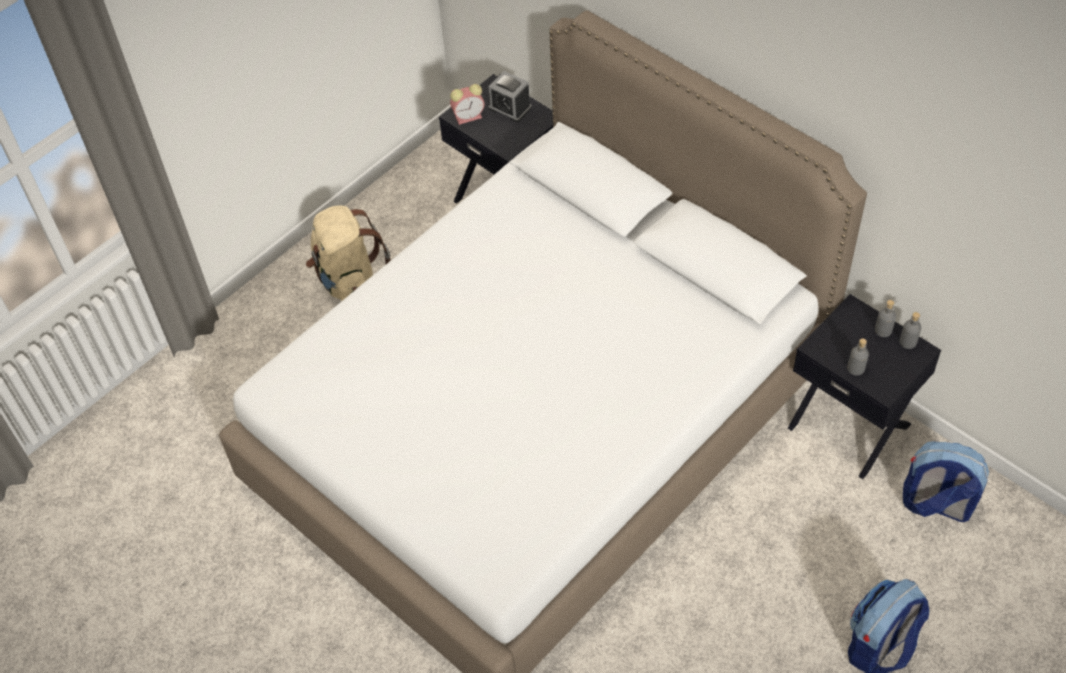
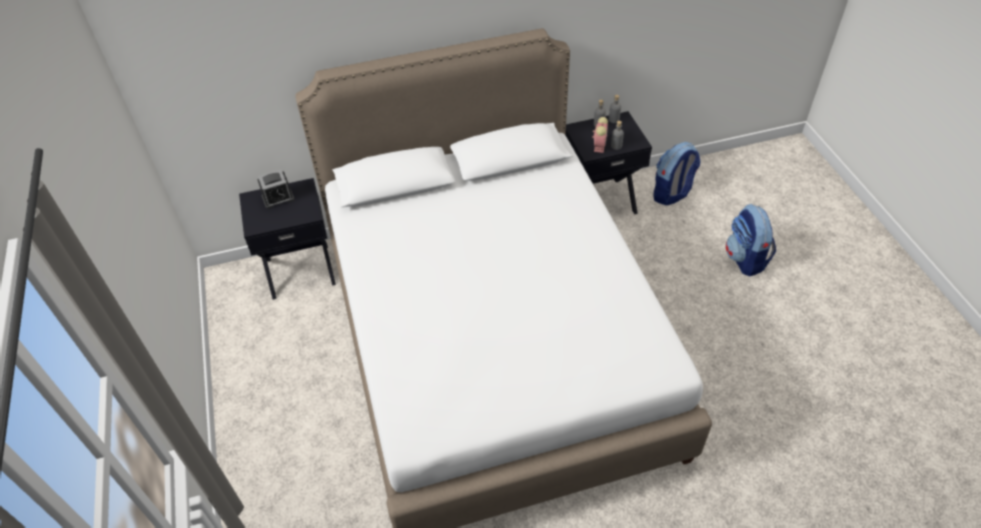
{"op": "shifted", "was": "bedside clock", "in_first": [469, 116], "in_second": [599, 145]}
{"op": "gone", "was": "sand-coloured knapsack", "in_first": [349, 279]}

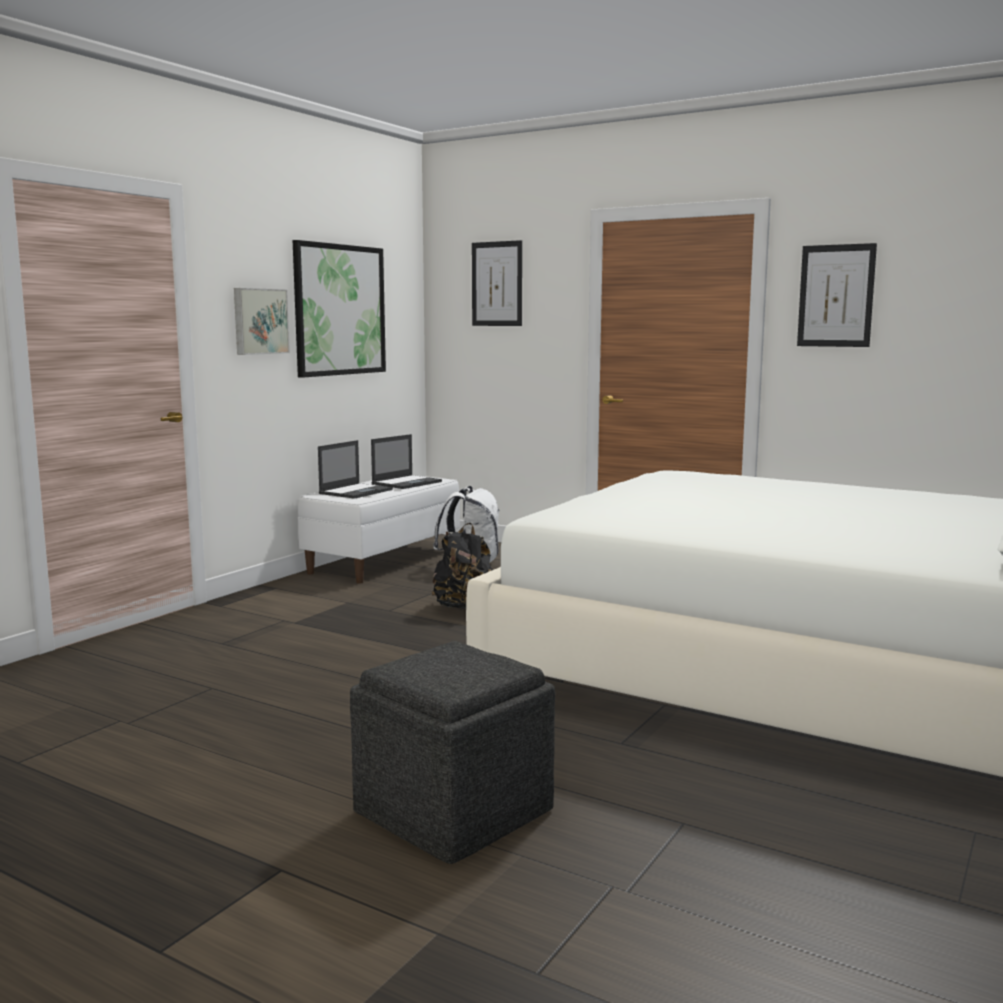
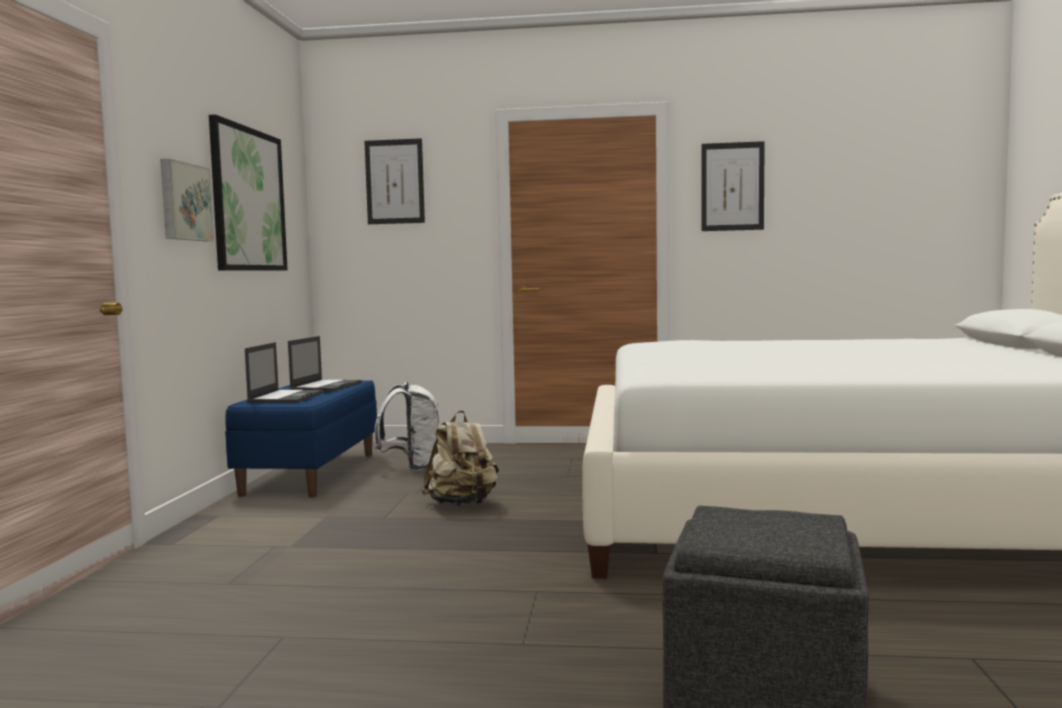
{"op": "repainted", "was": "white-coloured long seat", "now": "blue-coloured long seat", "in_first": [383, 561], "in_second": [310, 473]}
{"op": "repainted", "was": "black knapsack", "now": "sand-coloured knapsack", "in_first": [464, 609], "in_second": [462, 504]}

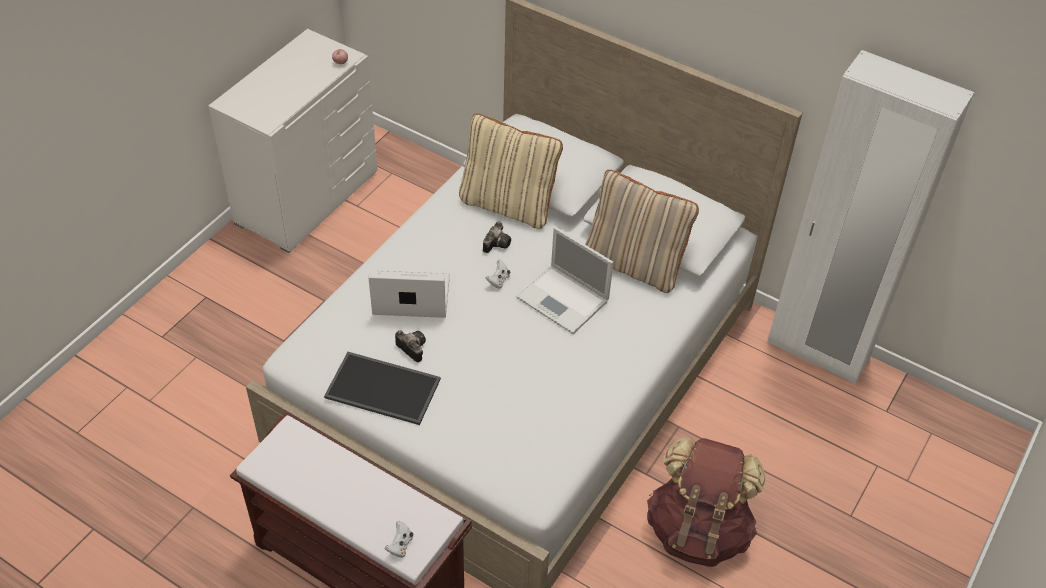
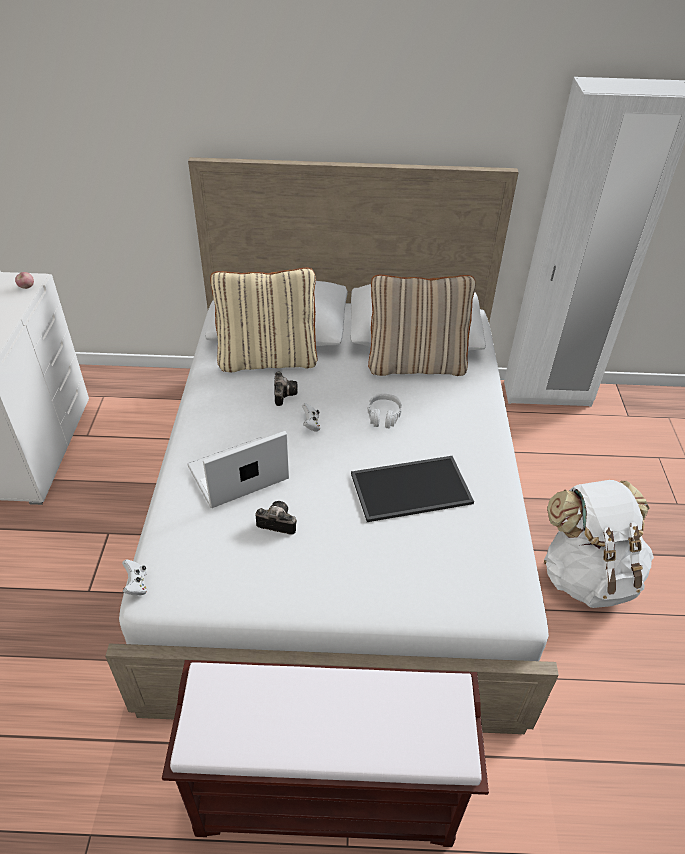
{"op": "swapped", "was": "notebook computer", "now": "gray pair of headphones", "in_first": [564, 300], "in_second": [383, 416]}
{"op": "shifted", "was": "tray", "in_first": [384, 387], "in_second": [411, 487]}
{"op": "repainted", "was": "brown-coloured knapsack", "now": "white-coloured knapsack", "in_first": [698, 530], "in_second": [587, 575]}
{"op": "shifted", "was": "white-coloured gamepad", "in_first": [400, 545], "in_second": [136, 585]}

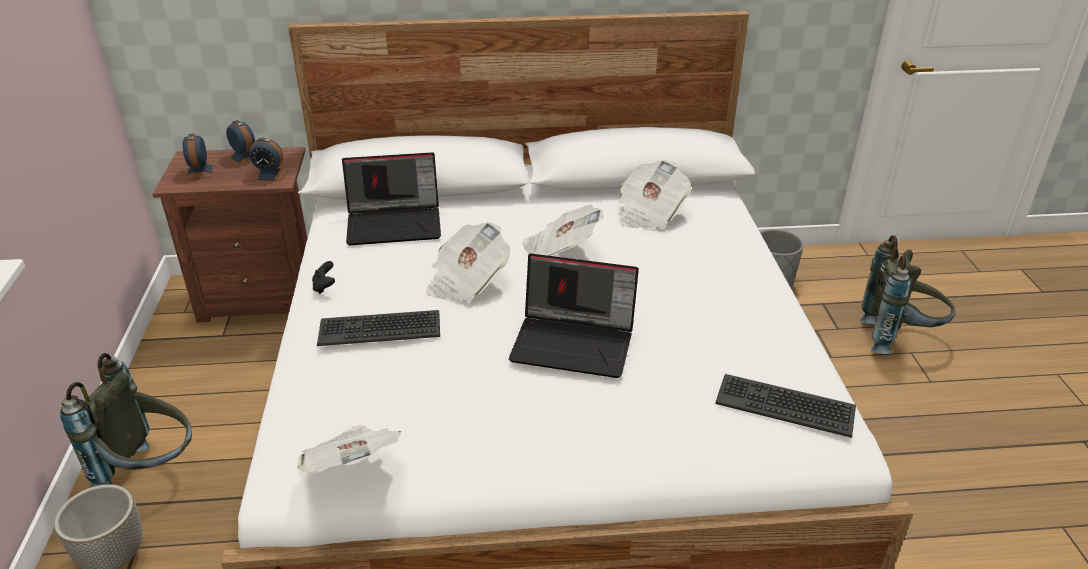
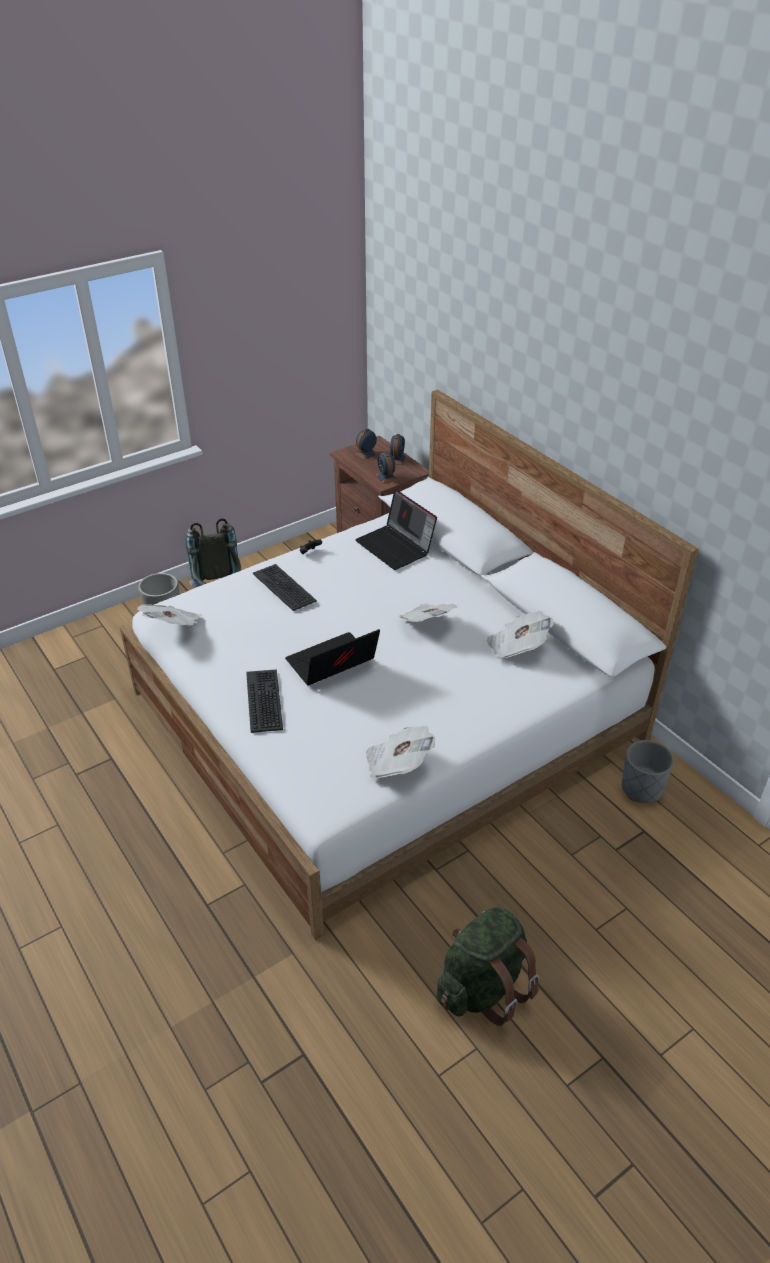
{"op": "shifted", "was": "daily paper", "in_first": [467, 282], "in_second": [397, 764]}
{"op": "gone", "was": "gray knapsack", "in_first": [899, 337]}
{"op": "rotated", "was": "notebook computer", "in_first": [575, 342], "in_second": [331, 664], "clockwise": 75}
{"op": "shifted", "was": "computer keyboard", "in_first": [785, 405], "in_second": [265, 701]}
{"op": "new", "now": "green-coloured knapsack", "in_second": [483, 987]}

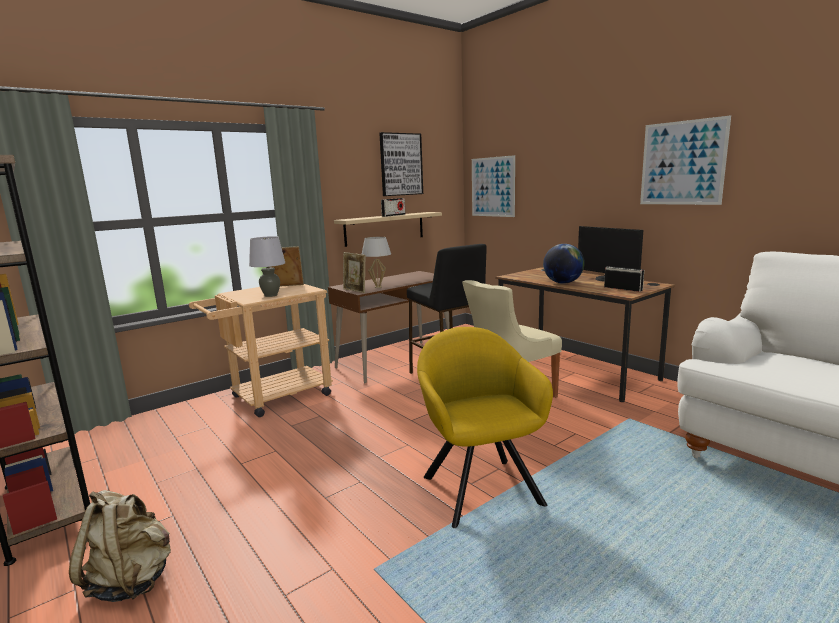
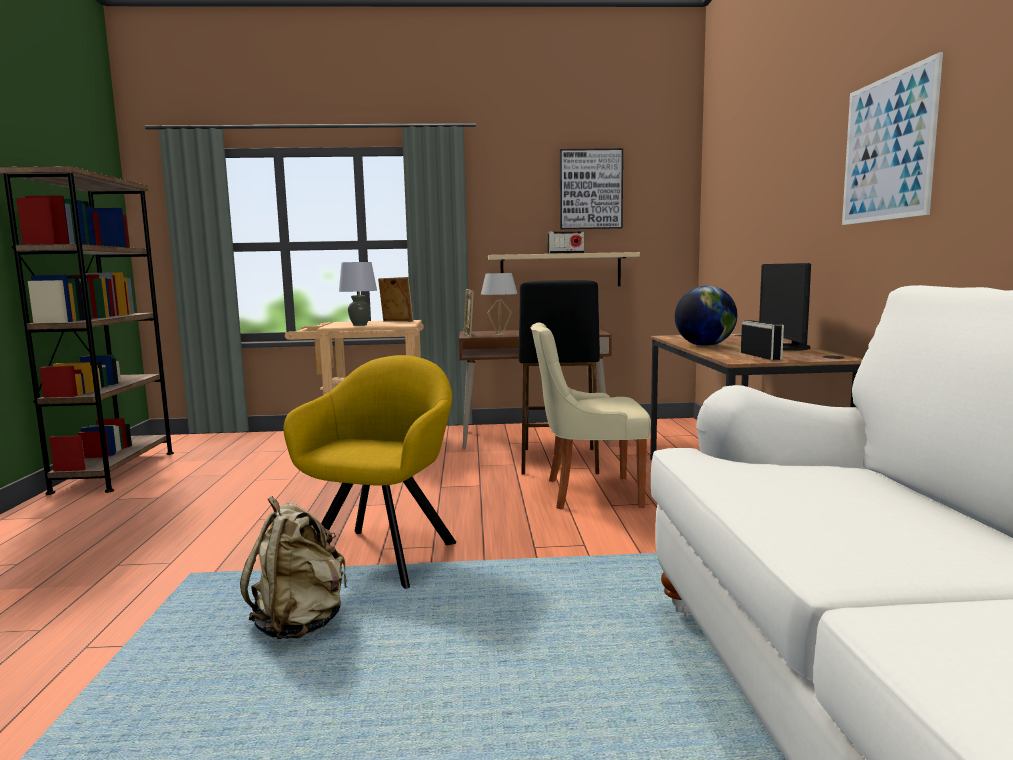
{"op": "gone", "was": "picture", "in_first": [492, 187]}
{"op": "shifted", "was": "sand-coloured knapsack", "in_first": [131, 580], "in_second": [301, 623]}

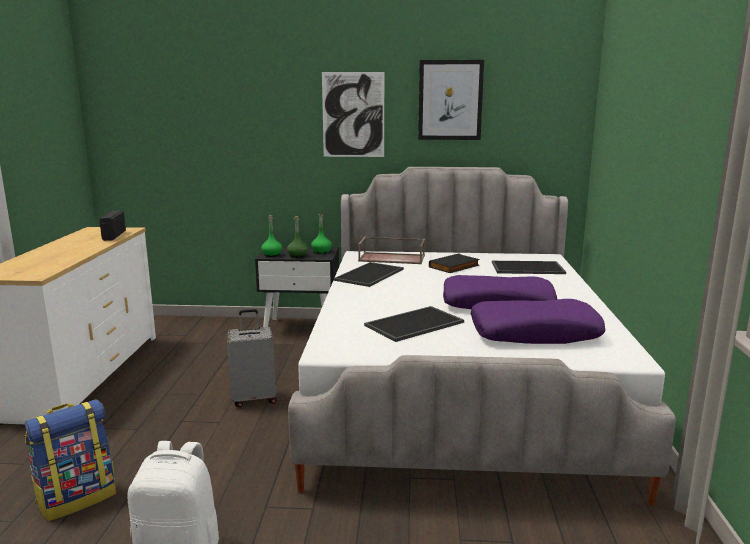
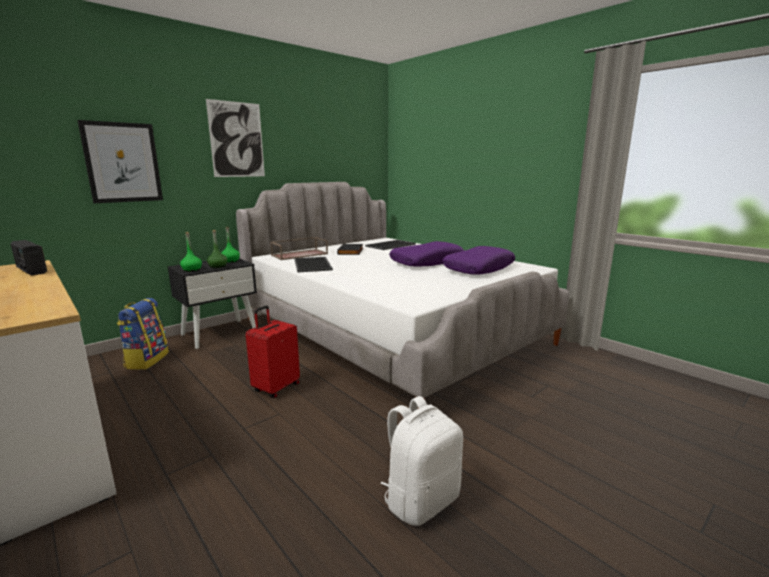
{"op": "shifted", "was": "picture", "in_first": [450, 100], "in_second": [122, 162]}
{"op": "gone", "was": "tray", "in_first": [414, 324]}
{"op": "repainted", "was": "gray piece of luggage", "now": "red-coloured piece of luggage", "in_first": [254, 398], "in_second": [276, 388]}
{"op": "shifted", "was": "knapsack", "in_first": [77, 498], "in_second": [146, 360]}

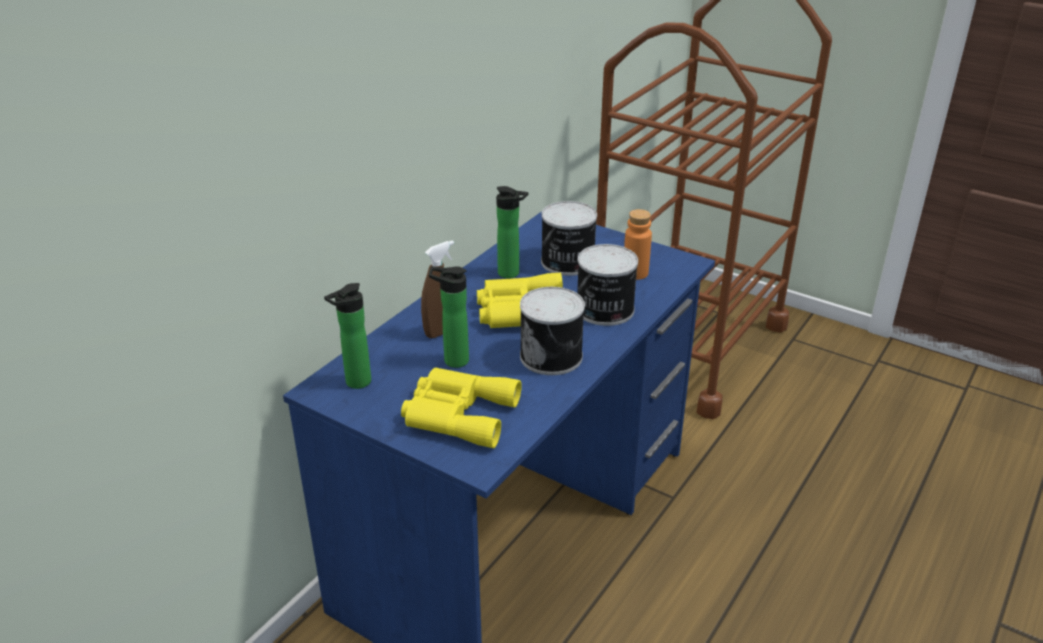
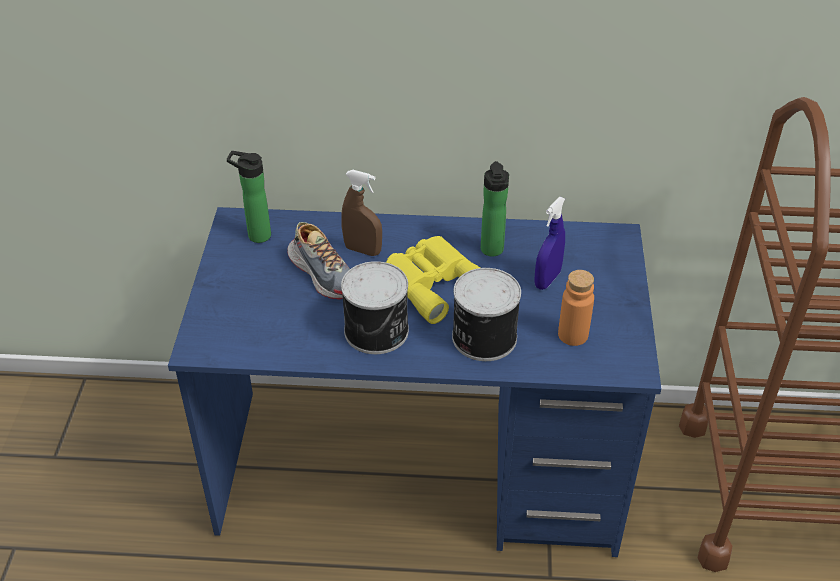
{"op": "swapped", "was": "metal can", "now": "blue-coloured spray bottle", "in_first": [567, 262], "in_second": [547, 279]}
{"op": "swapped", "was": "bottle", "now": "low shoe", "in_first": [452, 360], "in_second": [325, 273]}
{"op": "gone", "was": "yellow-coloured pair of binoculars", "in_first": [457, 413]}

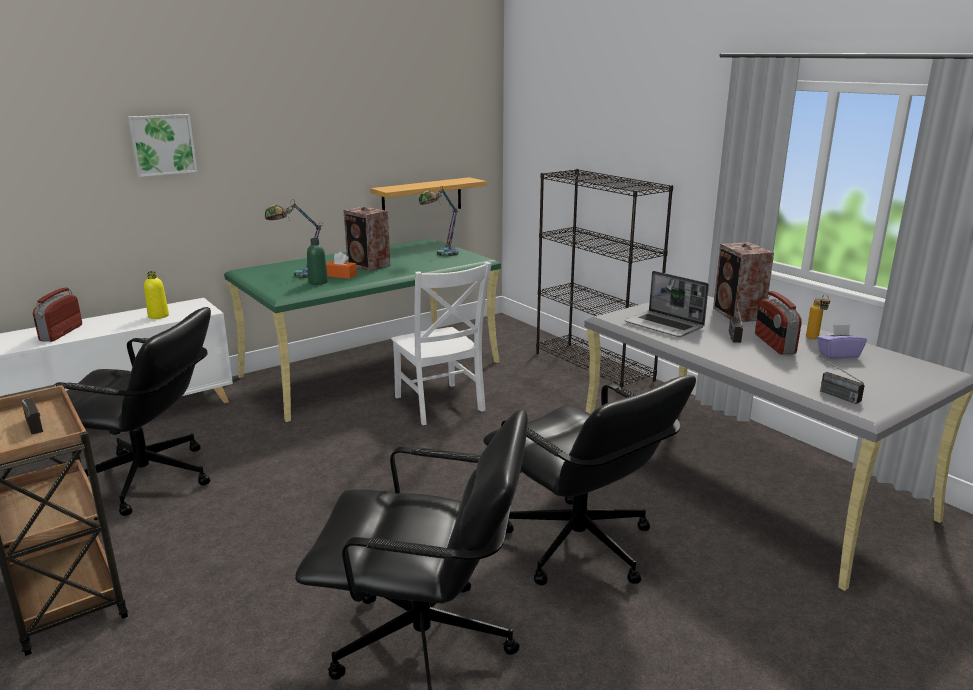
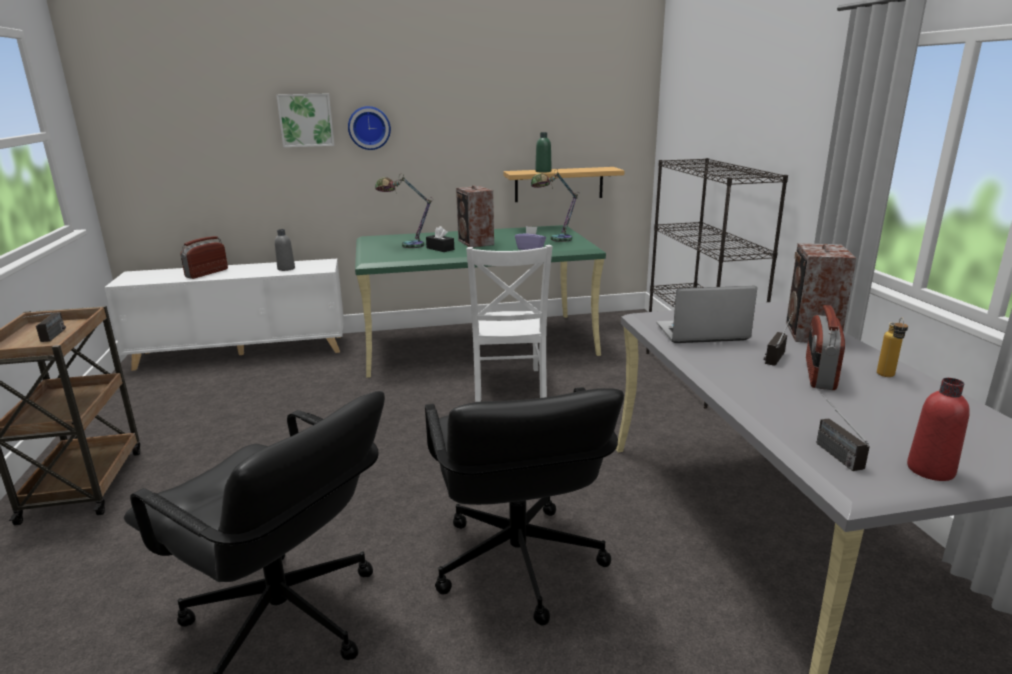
{"op": "shifted", "was": "green-coloured bottle", "in_first": [318, 282], "in_second": [543, 171]}
{"op": "repainted", "was": "orangey tissue holder", "now": "black tissue holder", "in_first": [341, 275], "in_second": [440, 249]}
{"op": "repainted", "was": "yellow-coloured bottle", "now": "gray bottle", "in_first": [158, 316], "in_second": [286, 268]}
{"op": "rotated", "was": "notebook computer", "in_first": [665, 325], "in_second": [701, 333], "clockwise": 105}
{"op": "gone", "was": "black computer chair", "in_first": [146, 480]}
{"op": "shifted", "was": "purple tissue holder", "in_first": [838, 355], "in_second": [530, 248]}
{"op": "new", "now": "wall clock", "in_second": [369, 128]}
{"op": "new", "now": "red-coloured bottle", "in_second": [930, 470]}

